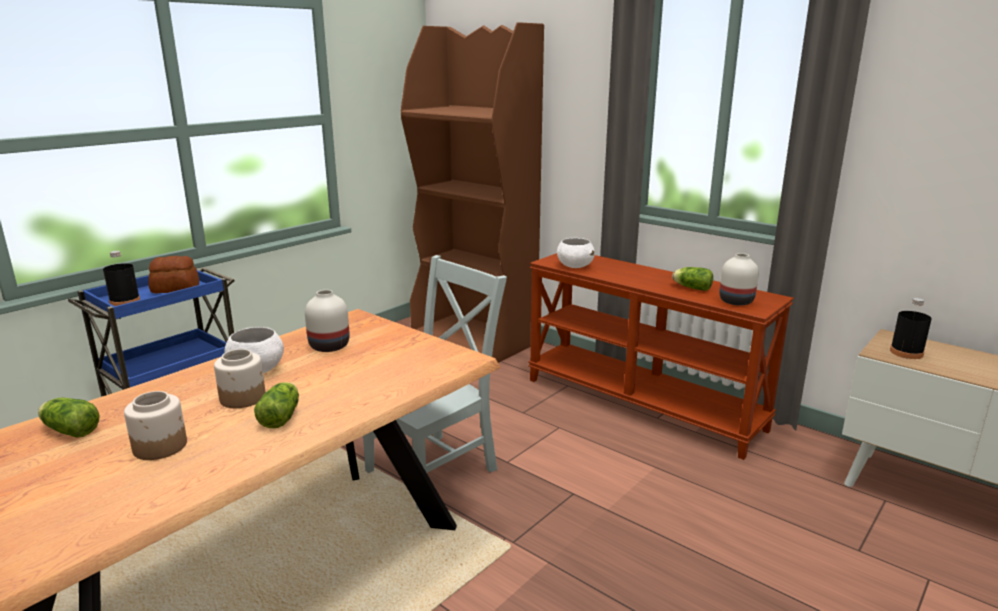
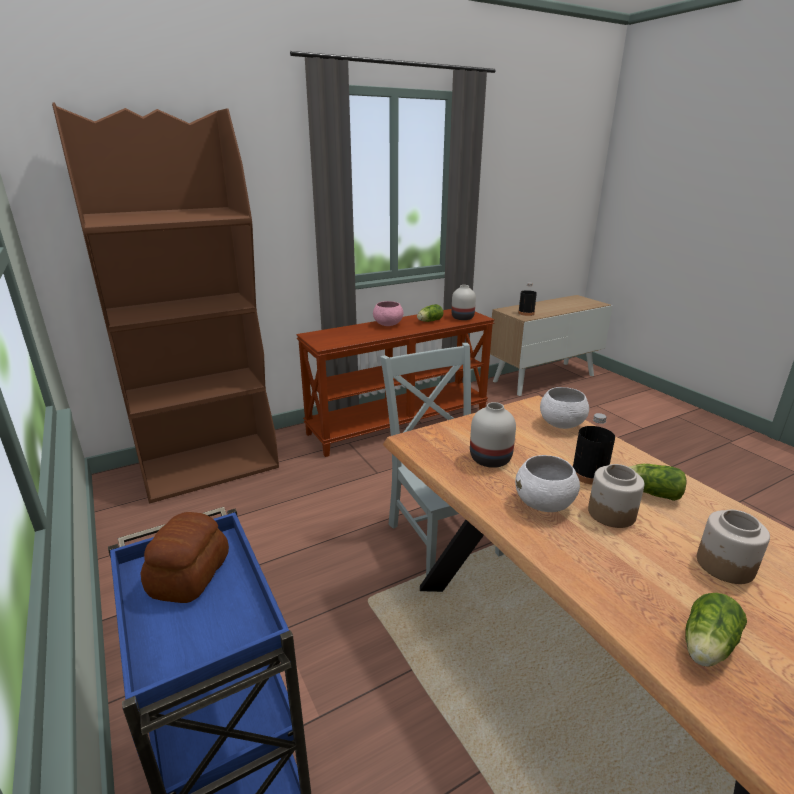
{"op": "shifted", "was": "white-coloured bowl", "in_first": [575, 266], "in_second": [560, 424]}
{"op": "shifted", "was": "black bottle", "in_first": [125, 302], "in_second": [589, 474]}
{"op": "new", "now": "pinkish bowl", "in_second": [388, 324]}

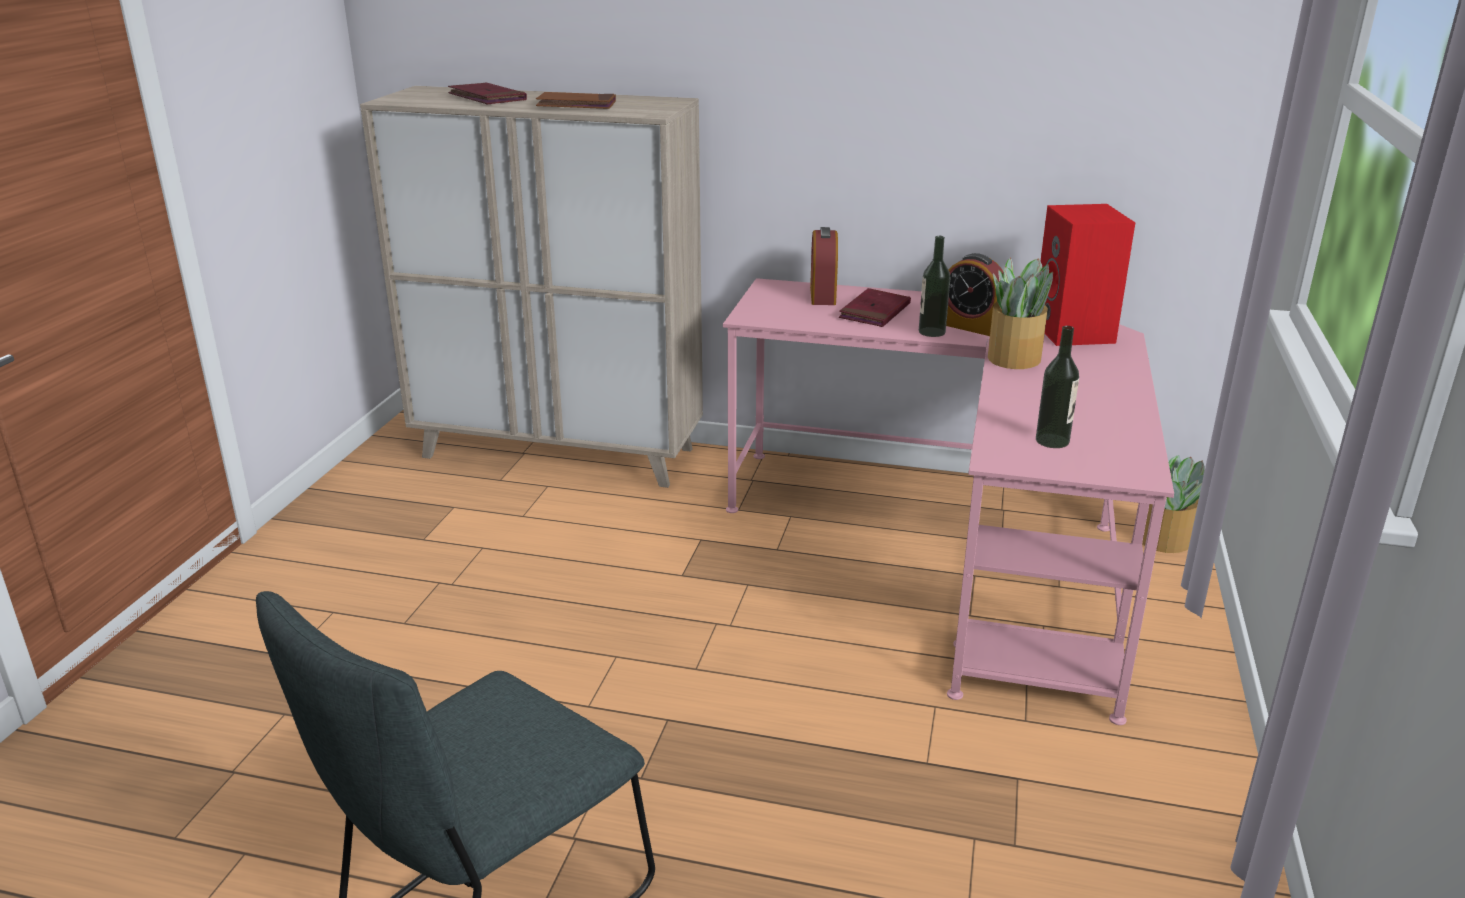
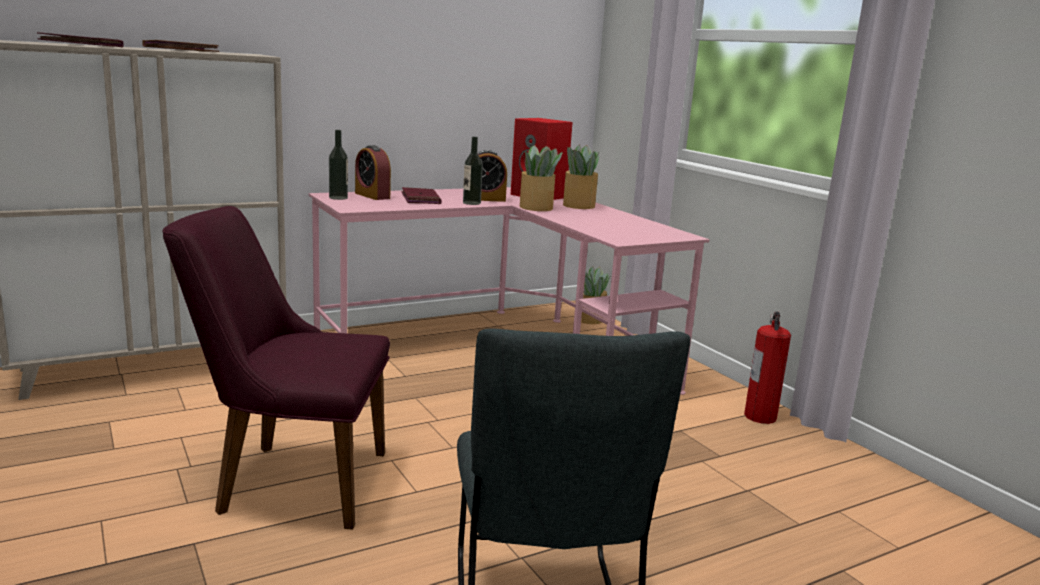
{"op": "shifted", "was": "bottle", "in_first": [1052, 441], "in_second": [338, 198]}
{"op": "new", "now": "houseplant", "in_second": [578, 205]}
{"op": "new", "now": "purple chair", "in_second": [288, 481]}
{"op": "new", "now": "fire-fighting cylinder", "in_second": [760, 416]}

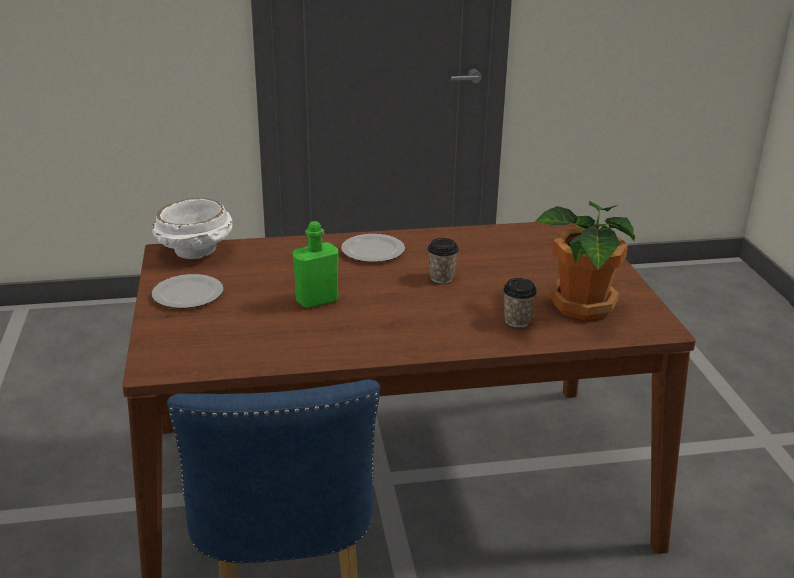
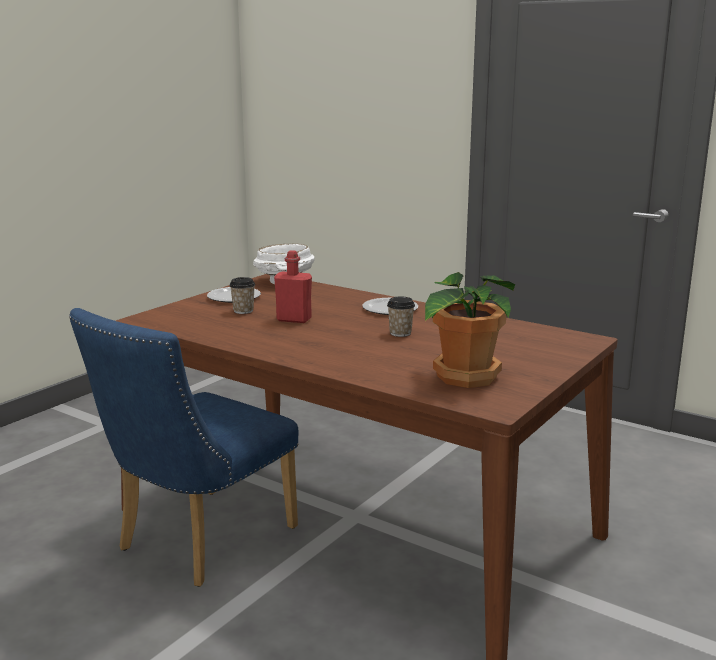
{"op": "repainted", "was": "green-coloured bottle", "now": "red-coloured bottle", "in_first": [317, 300], "in_second": [294, 319]}
{"op": "shifted", "was": "drinking cup", "in_first": [517, 321], "in_second": [243, 311]}

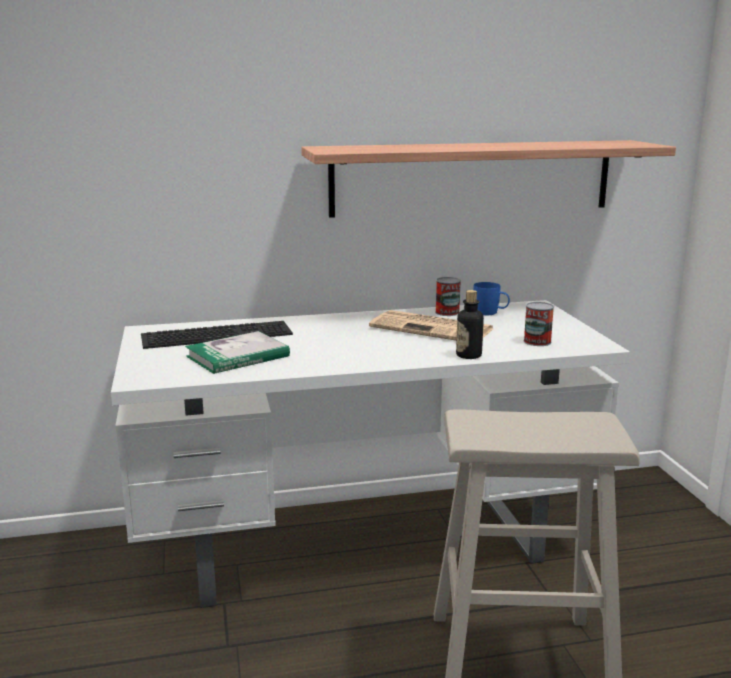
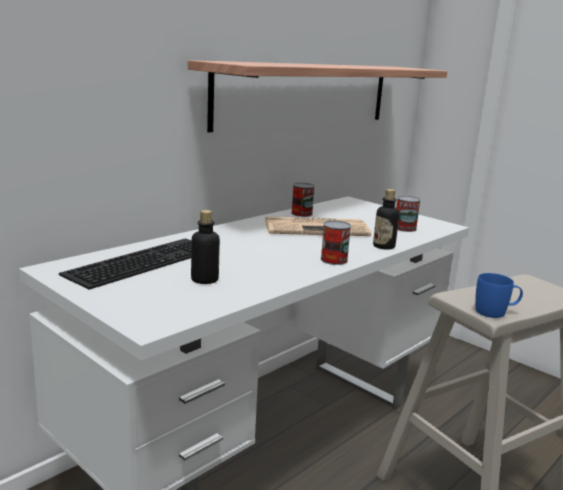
{"op": "shifted", "was": "blue-coloured tea mug", "in_first": [490, 313], "in_second": [496, 312]}
{"op": "swapped", "was": "book", "now": "bottle", "in_first": [237, 356], "in_second": [204, 280]}
{"op": "new", "now": "metal can", "in_second": [334, 260]}

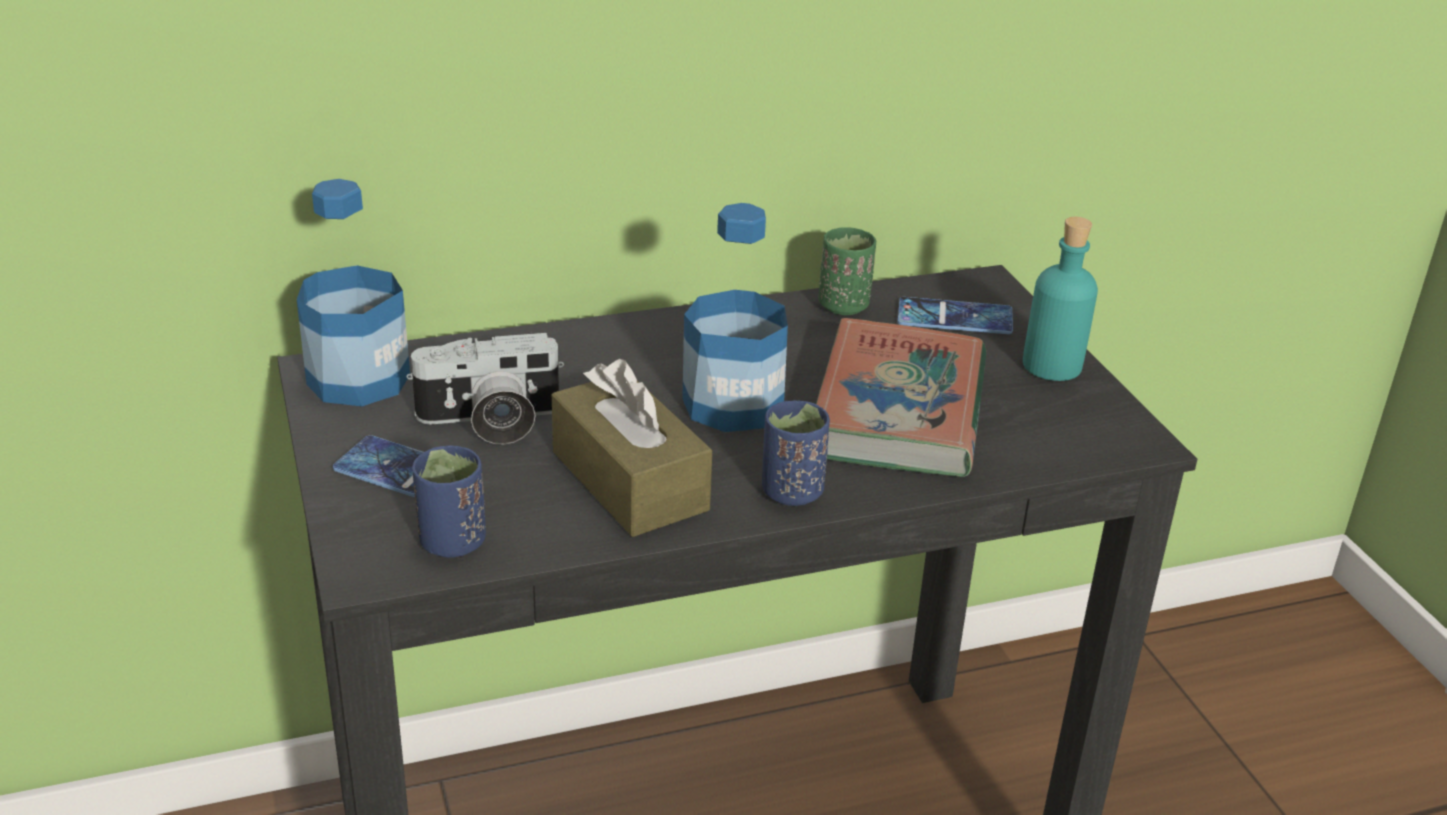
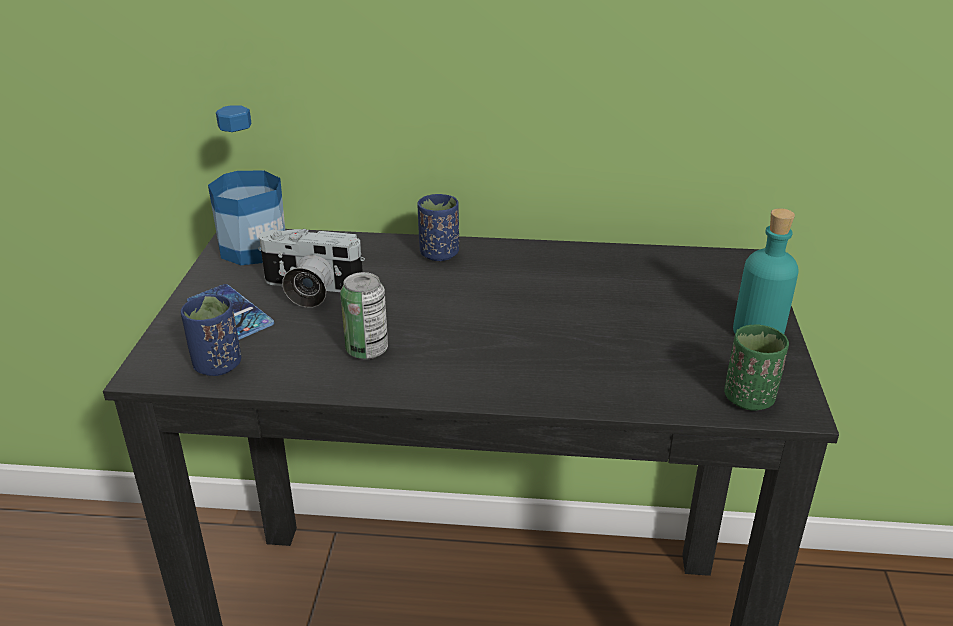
{"op": "gone", "was": "bottle", "in_first": [732, 404]}
{"op": "shifted", "was": "green-coloured drinking cup", "in_first": [843, 305], "in_second": [749, 398]}
{"op": "gone", "was": "telephone", "in_first": [954, 317]}
{"op": "gone", "was": "book", "in_first": [899, 411]}
{"op": "swapped", "was": "brown-coloured tissue holder", "now": "metal can", "in_first": [629, 481], "in_second": [367, 350]}
{"op": "shifted", "was": "blue-coloured drinking cup", "in_first": [792, 492], "in_second": [439, 254]}

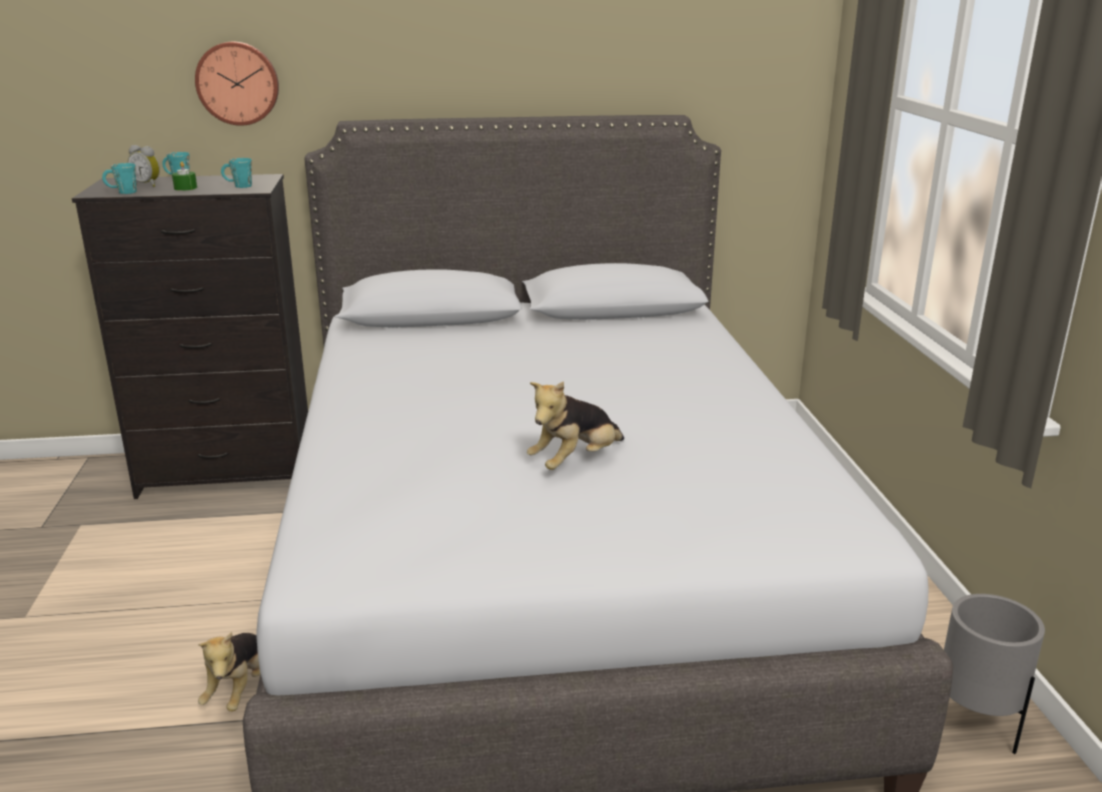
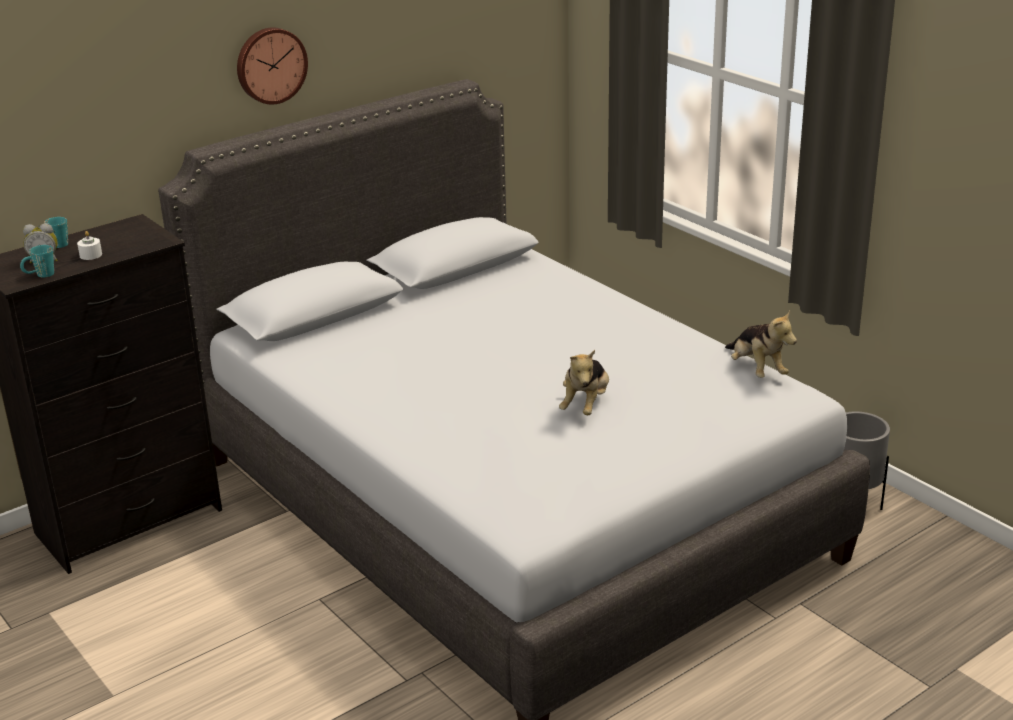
{"op": "shifted", "was": "wall clock", "in_first": [238, 83], "in_second": [270, 65]}
{"op": "gone", "was": "turquoise-coloured tea mug", "in_first": [238, 186]}
{"op": "repainted", "was": "green-coloured candle", "now": "white-coloured candle", "in_first": [185, 188], "in_second": [91, 255]}
{"op": "shifted", "was": "plush toy", "in_first": [241, 689], "in_second": [756, 370]}

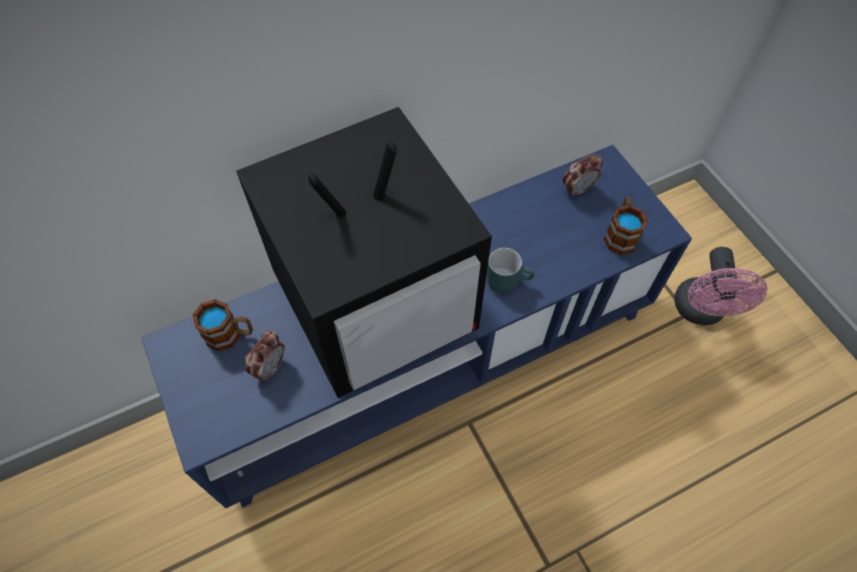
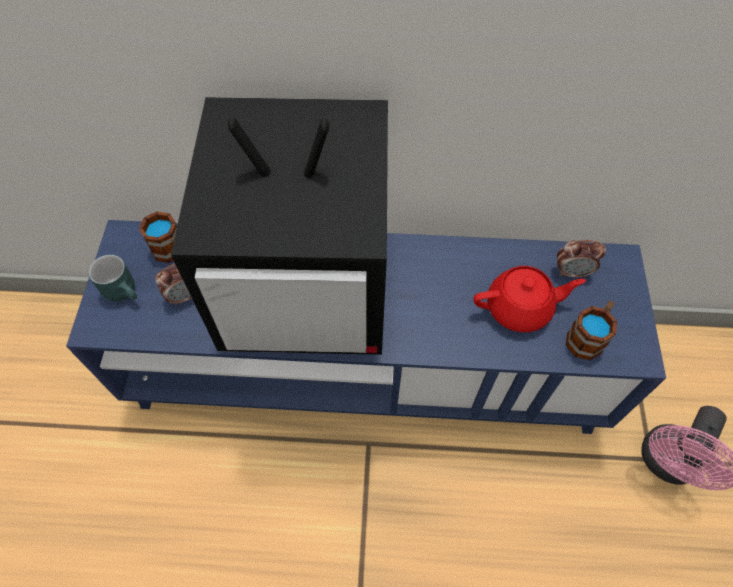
{"op": "shifted", "was": "turquoise-coloured tea mug", "in_first": [507, 279], "in_second": [125, 290]}
{"op": "new", "now": "red-coloured pot for tea", "in_second": [520, 308]}

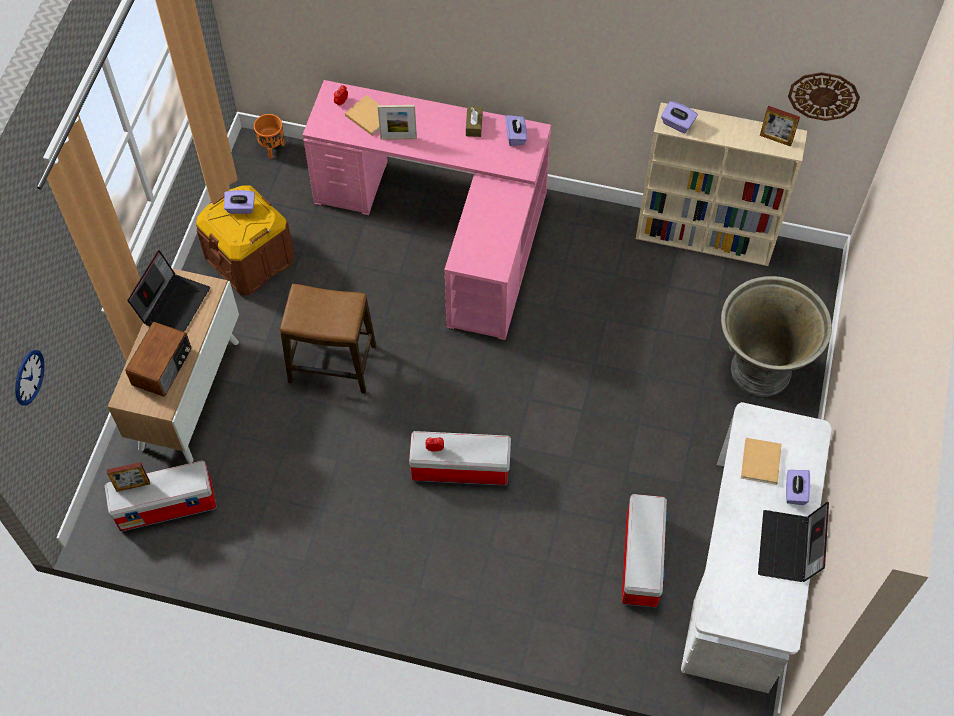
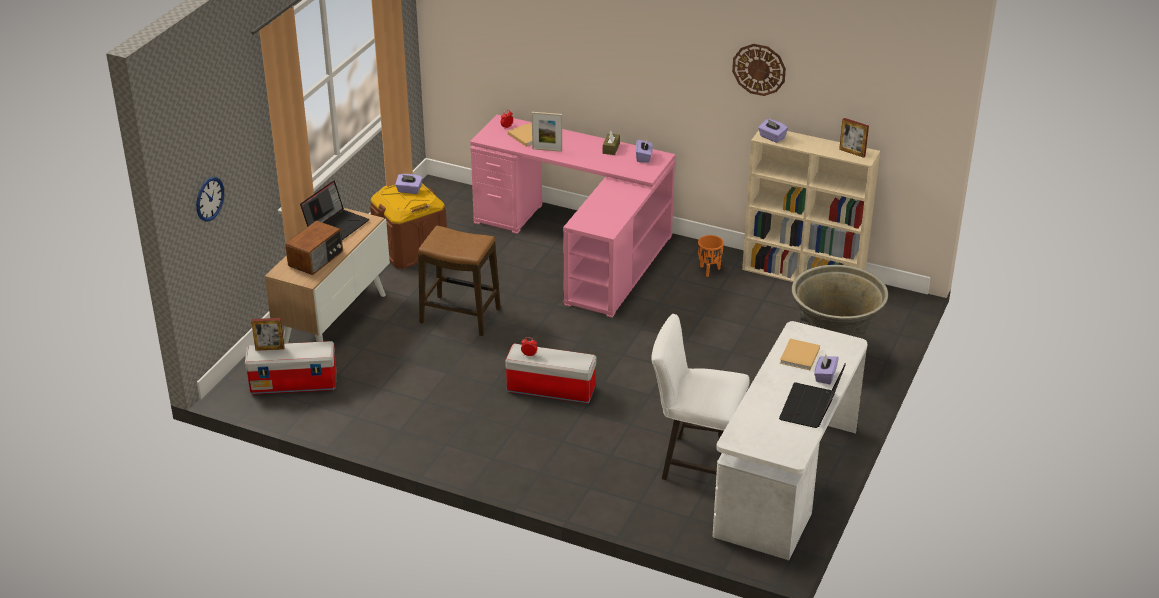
{"op": "shifted", "was": "wall clock", "in_first": [823, 95], "in_second": [759, 69]}
{"op": "shifted", "was": "orangey flower pot", "in_first": [273, 148], "in_second": [709, 270]}
{"op": "swapped", "was": "storage container", "now": "white-coloured stool", "in_first": [641, 558], "in_second": [695, 462]}

